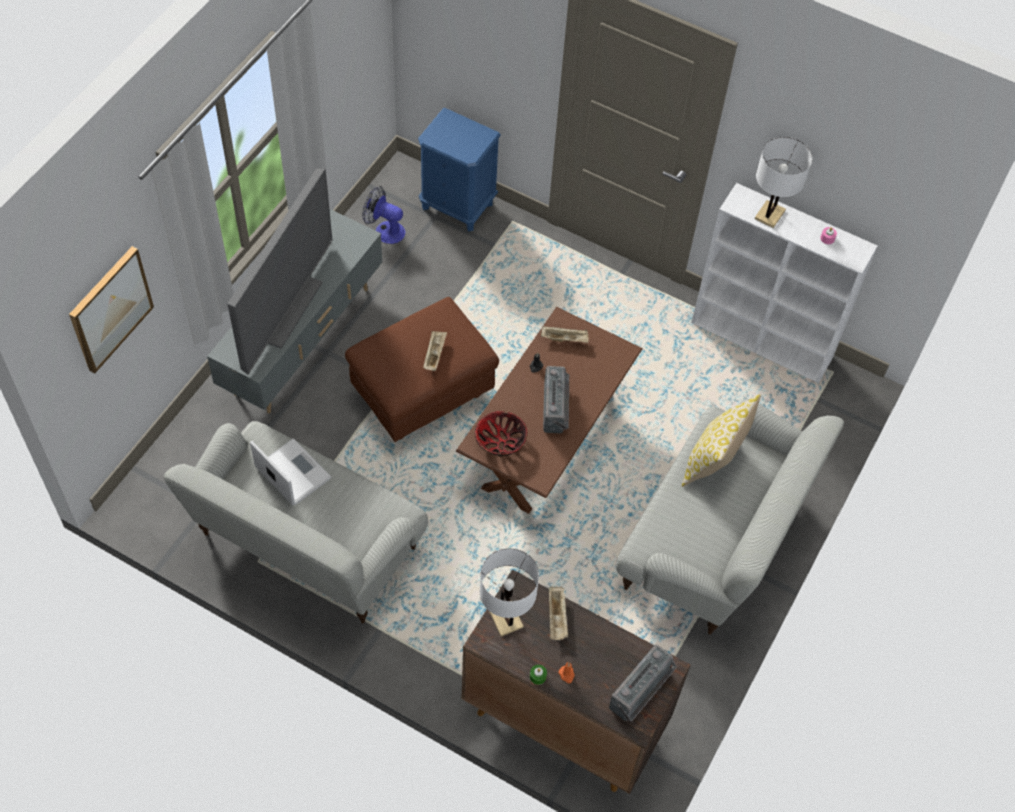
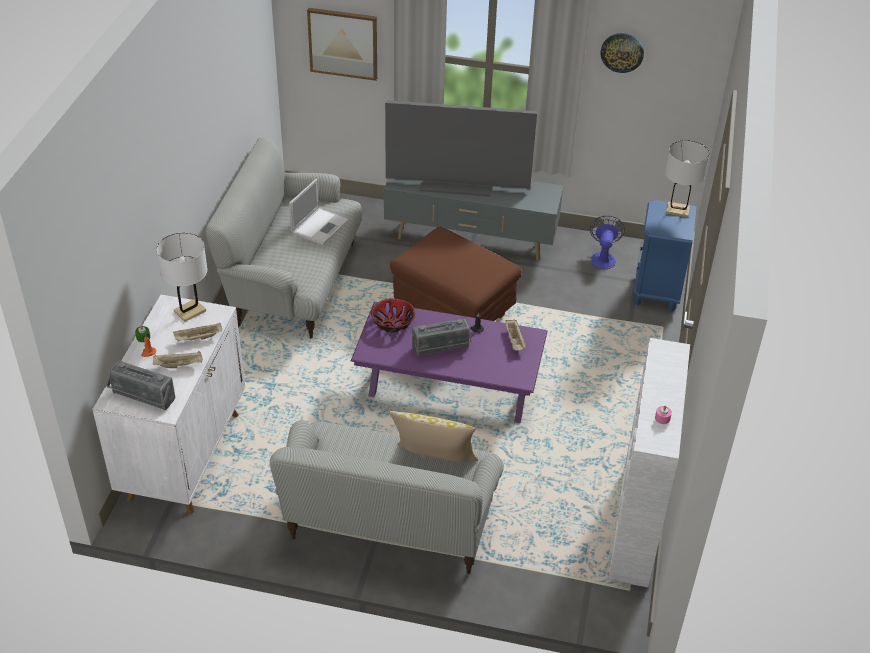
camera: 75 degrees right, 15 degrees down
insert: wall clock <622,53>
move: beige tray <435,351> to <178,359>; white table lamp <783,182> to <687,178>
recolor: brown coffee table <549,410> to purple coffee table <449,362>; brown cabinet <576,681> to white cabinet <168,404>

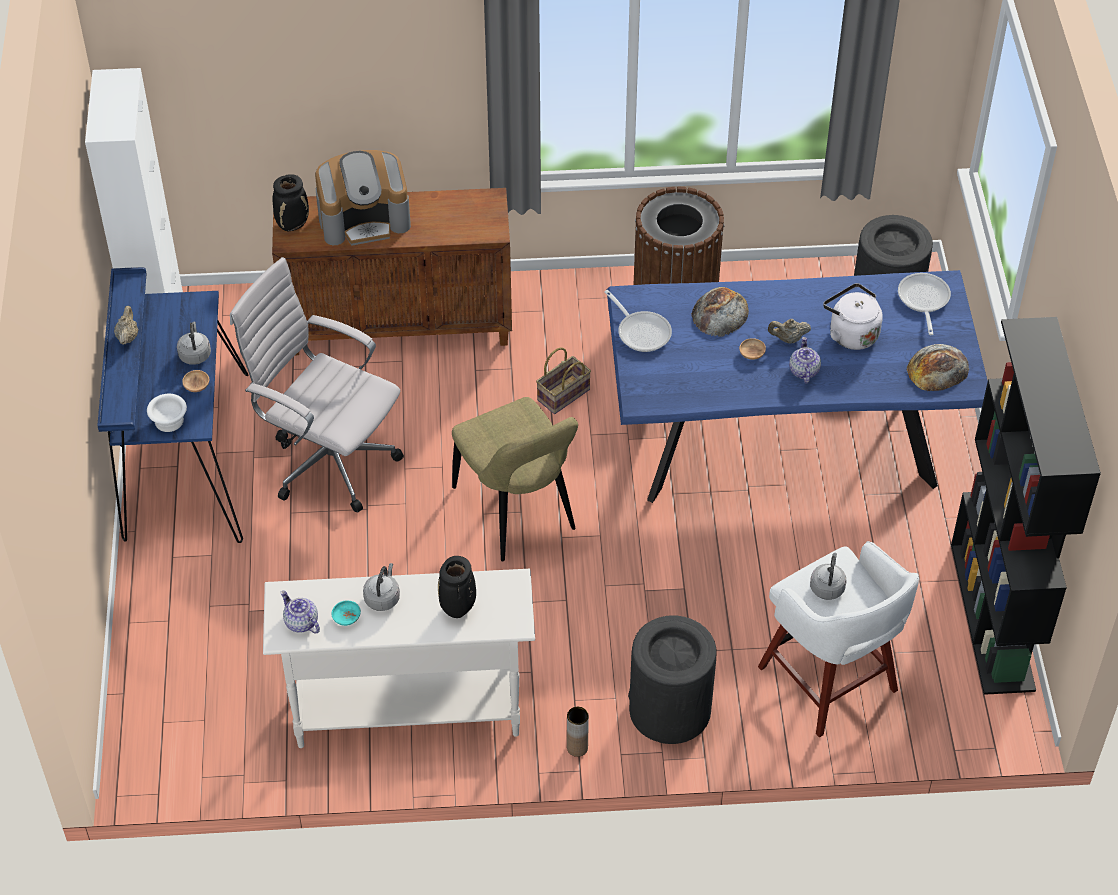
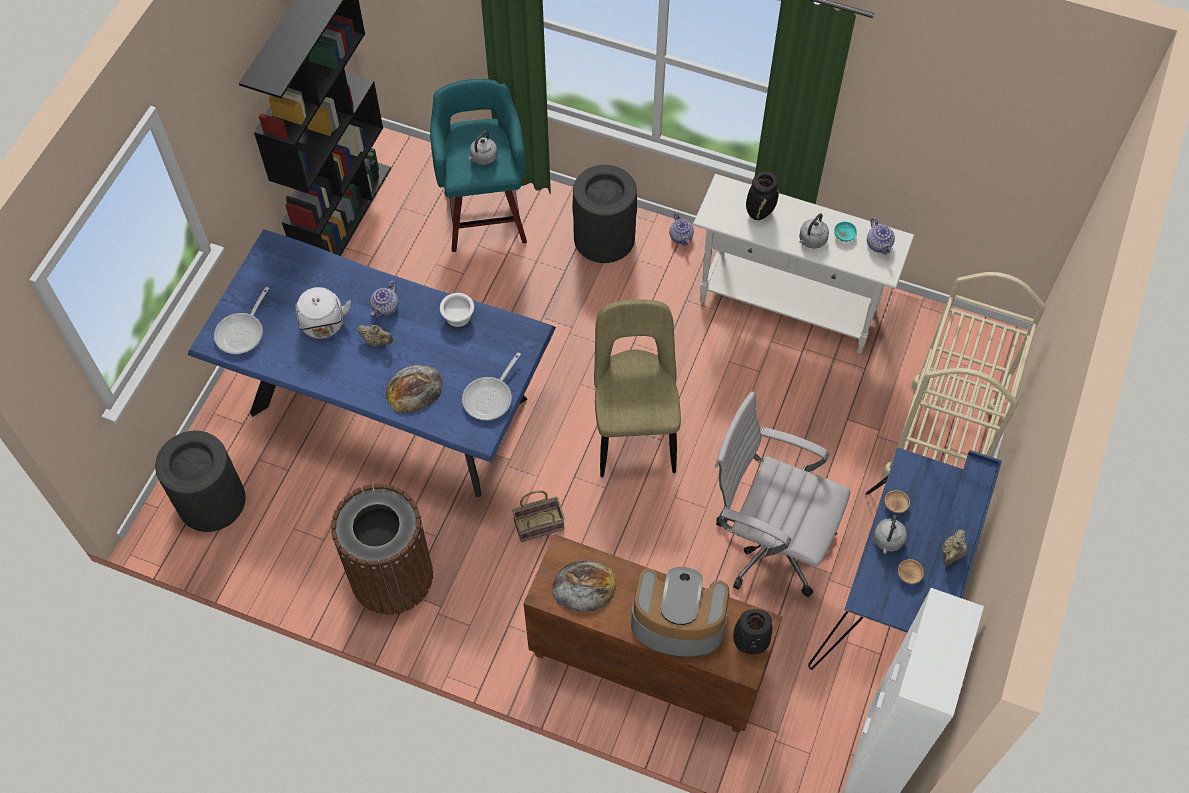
camera: 155 degrees left, 10 degrees up
insert: beige cart <964,374>
move: white bowl <167,413> to <457,310>; brown bowl <752,349> to <911,571>; bread <937,367> to <584,586>
replace: brown vase <578,732> to teapot <681,229>
recolor: white stool <838,639> to turquoise stool <478,165>
rotate: white office chair <317,385> = <782,494> 150 degrees clockwise; frying pan <638,321> = <491,386> 135 degrees counterclockwise

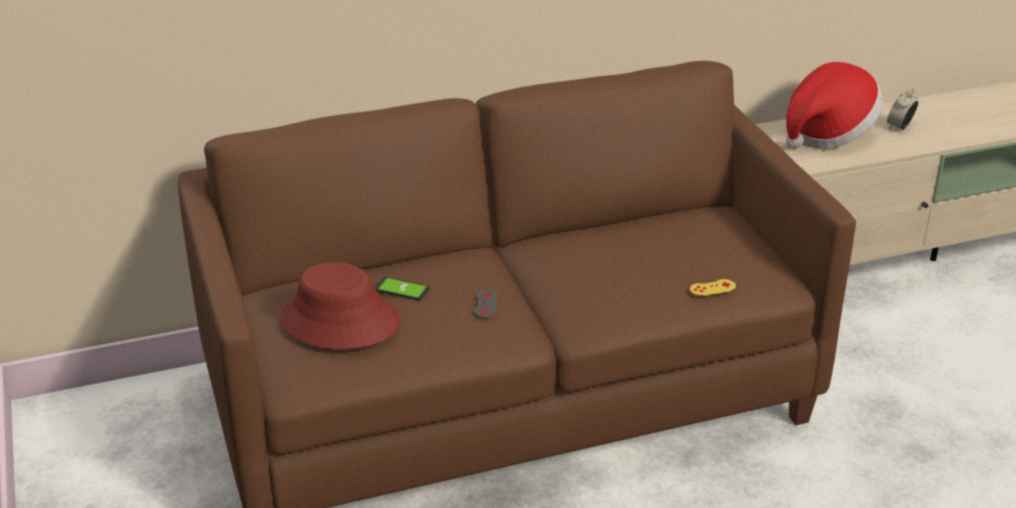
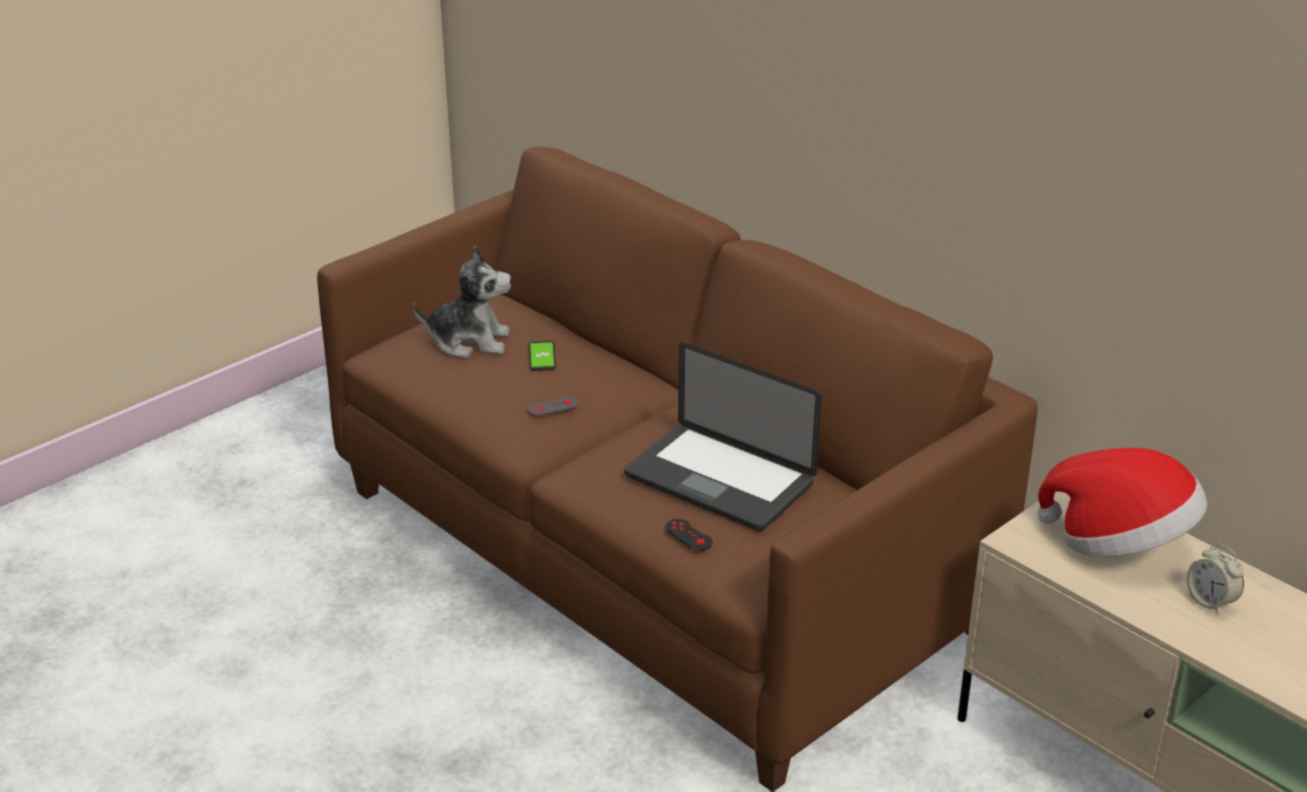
camera: 65 degrees right, 0 degrees up
insert: laptop <723,436>
replace: red hat <340,306> to plush toy <462,301>
recolor: yellow game controller <713,287> to black game controller <689,535>
rotate: alarm clock <902,109> = <1215,578> 135 degrees counterclockwise

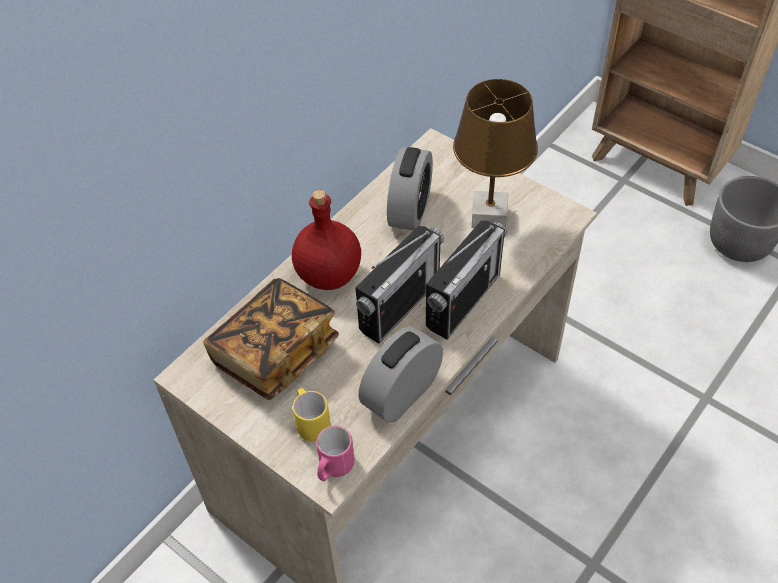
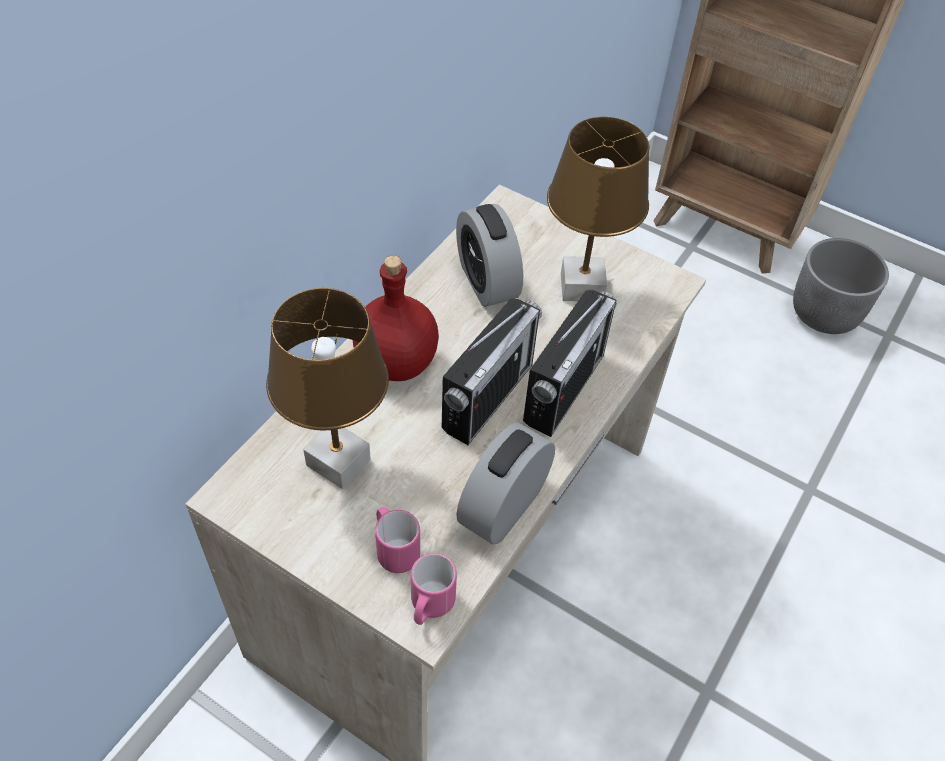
camera: 10 degrees left, 0 degrees up
replace: book <271,339> to brown table lamp <327,388>
recolor: yellow mug <312,414> to pink mug <397,540>
rotate: alarm clock <410,188> = <489,255> 150 degrees clockwise

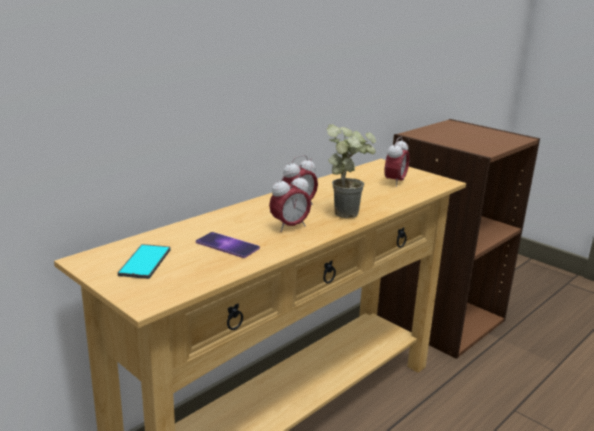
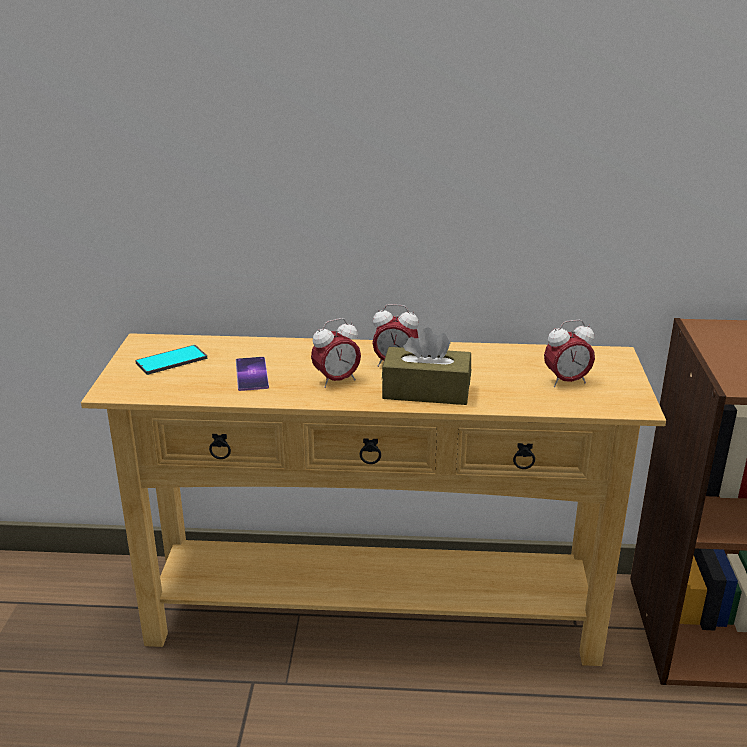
camera: 50 degrees right, 5 degrees up
replace: potted plant <351,171> to brown tissue box <426,366>
rotate: alarm clock <290,202> = <336,353> 45 degrees counterclockwise

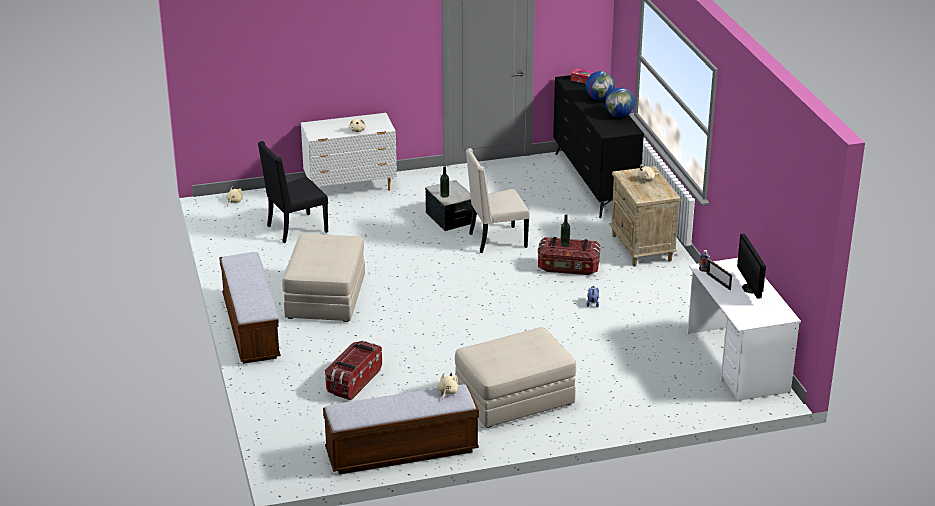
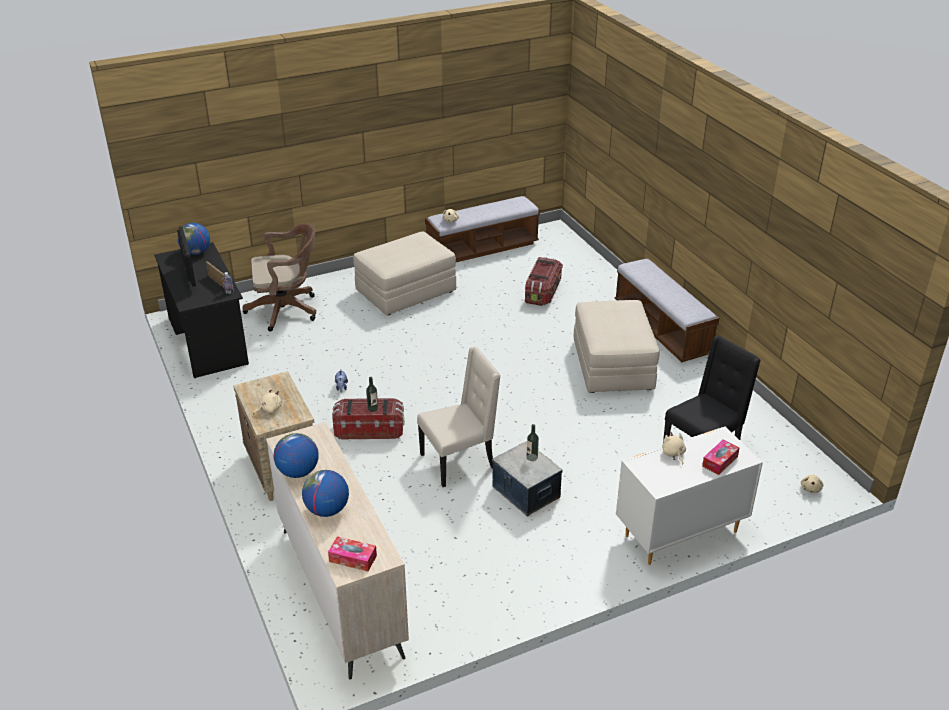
camera: 170 degrees right, 5 degrees up
insert: globe <193,239>; brown office chair <279,277>; tissue box <721,457>
recolor: black dresser <598,146> to beige dresser <337,550>; white desk <744,330> to black desk <201,310>

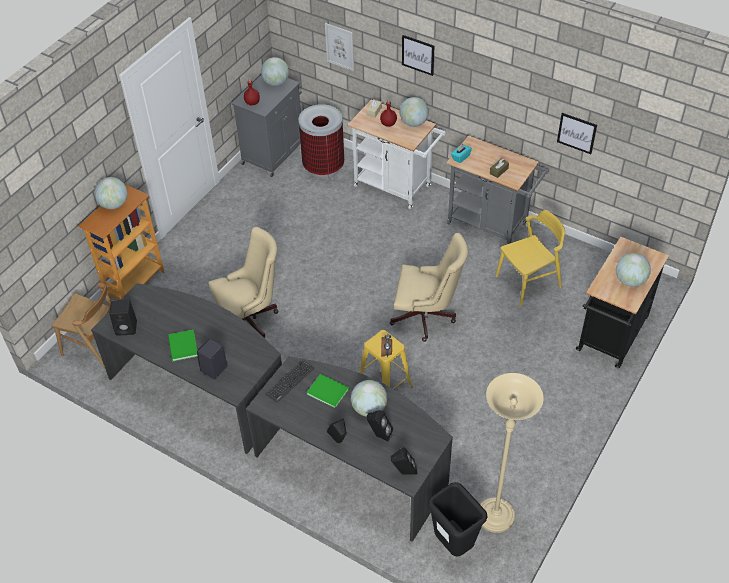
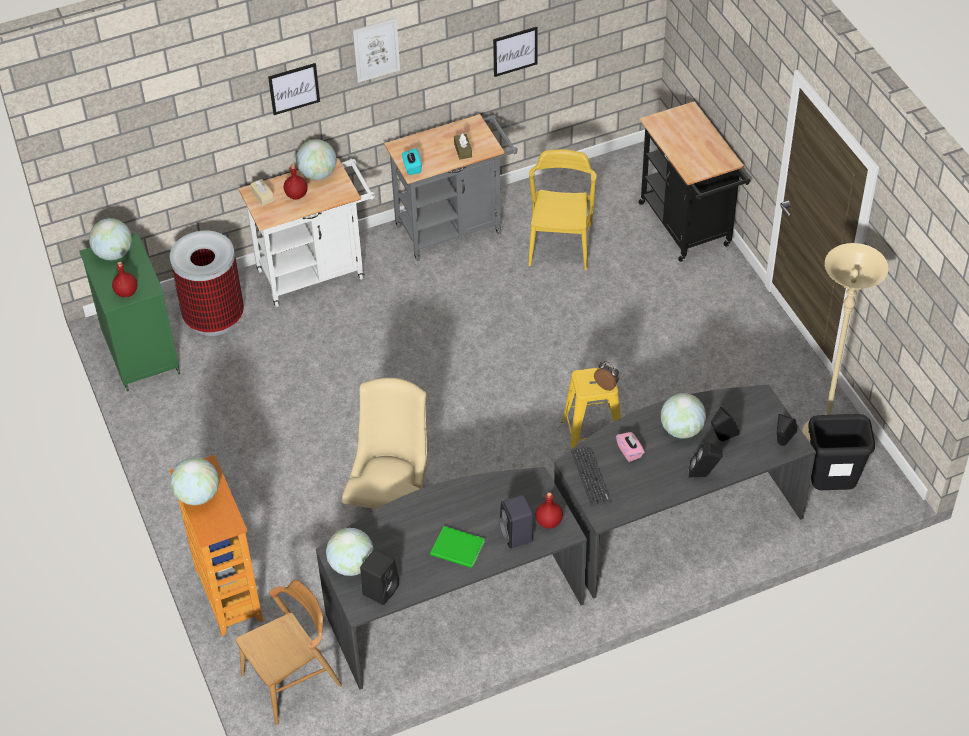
camera: 55 degrees left, 0 degrees up
delete: beige office chair <429,287>
insert: red bottle <549,510>
move: picture <339,47> to <376,50>; globe <633,270> to <350,552>
replace: green book <327,391> to pink tissue box <630,447>
recolor: grey cabinet <266,126> to green cabinet <129,312>

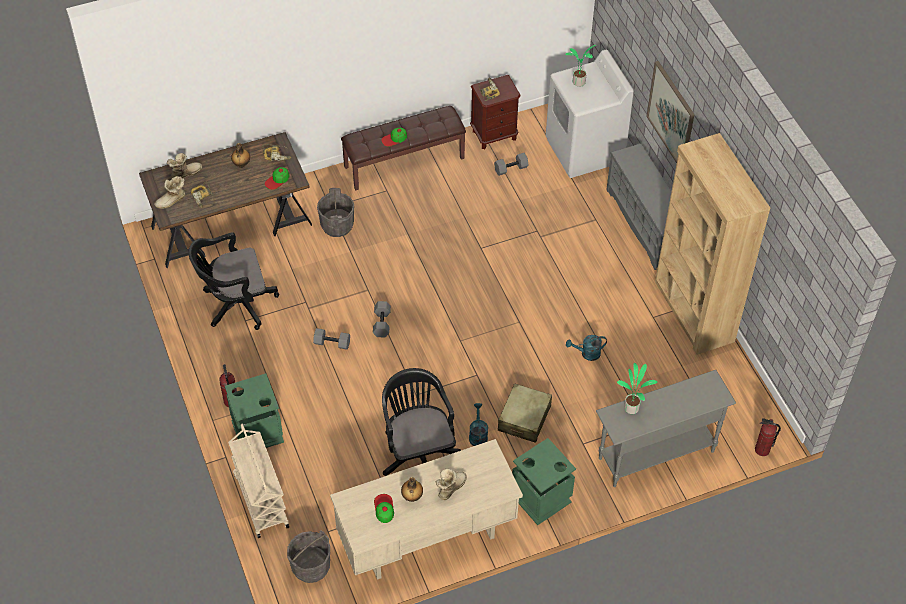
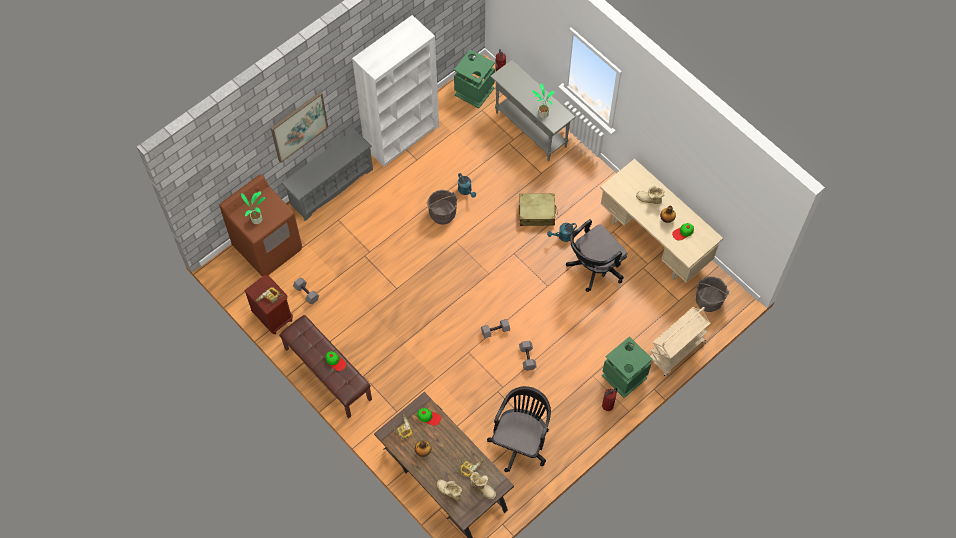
camera: 110 degrees left, 10 degrees up
move: grey bucket <335,212> to <441,207>; green trash can <544,481> to <474,78>
recolor: white washing machine <590,114> to brown washing machine <260,225>; brown bookcase <712,244> to white bookcase <395,91>
rotate: black office chair <234,281> = <519,429> 120 degrees counterclockwise

